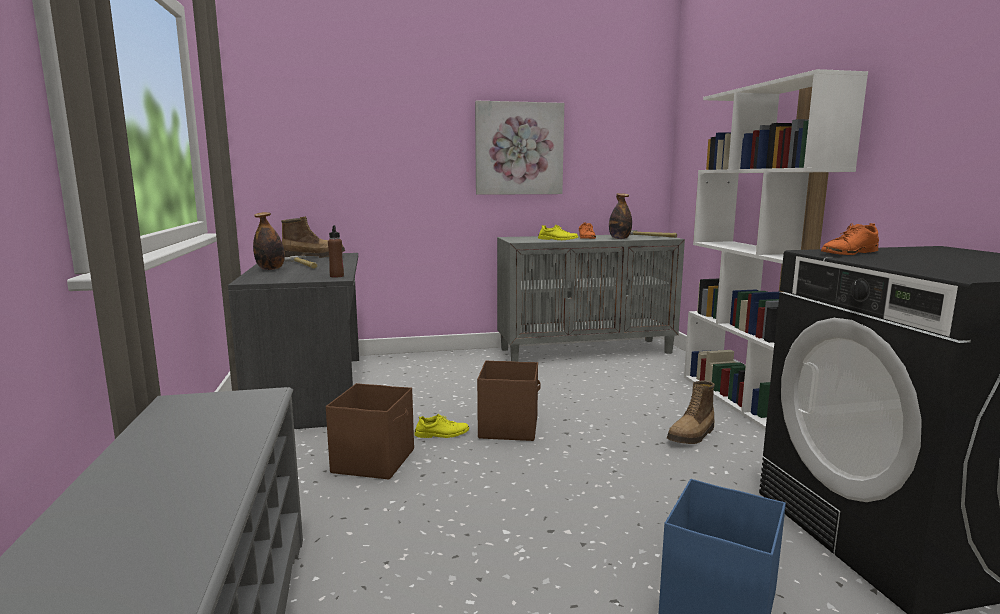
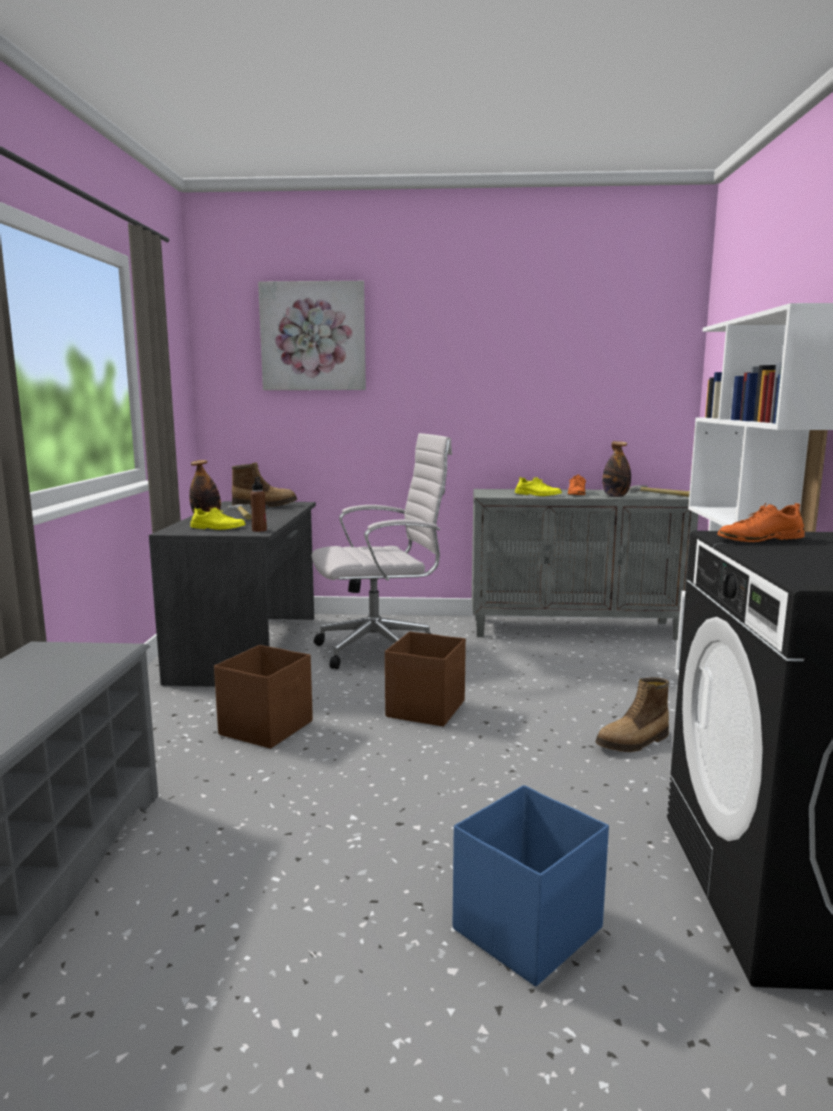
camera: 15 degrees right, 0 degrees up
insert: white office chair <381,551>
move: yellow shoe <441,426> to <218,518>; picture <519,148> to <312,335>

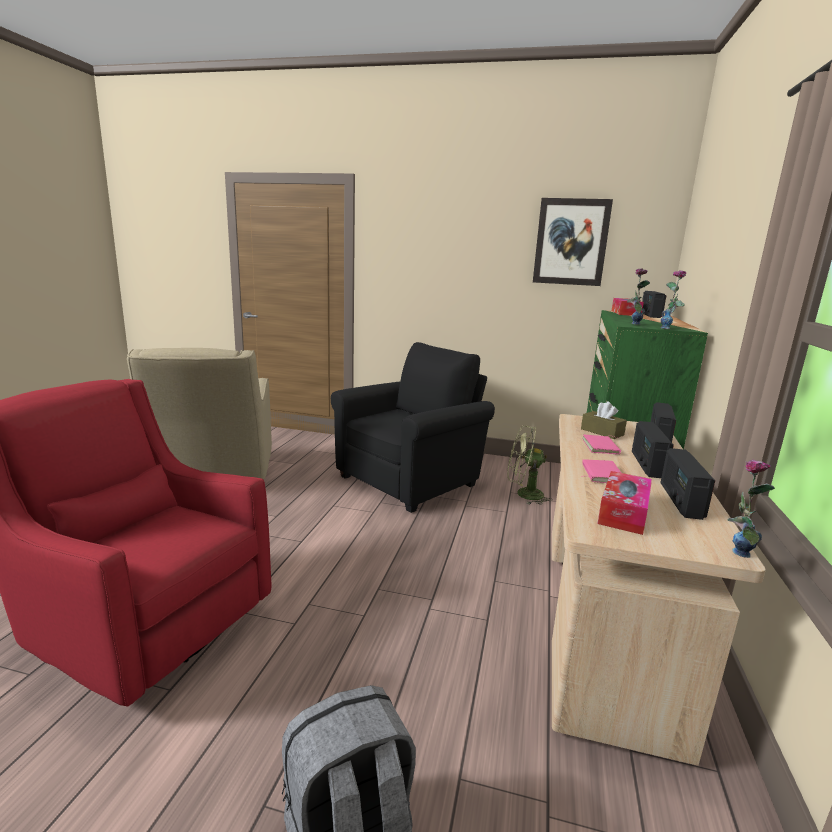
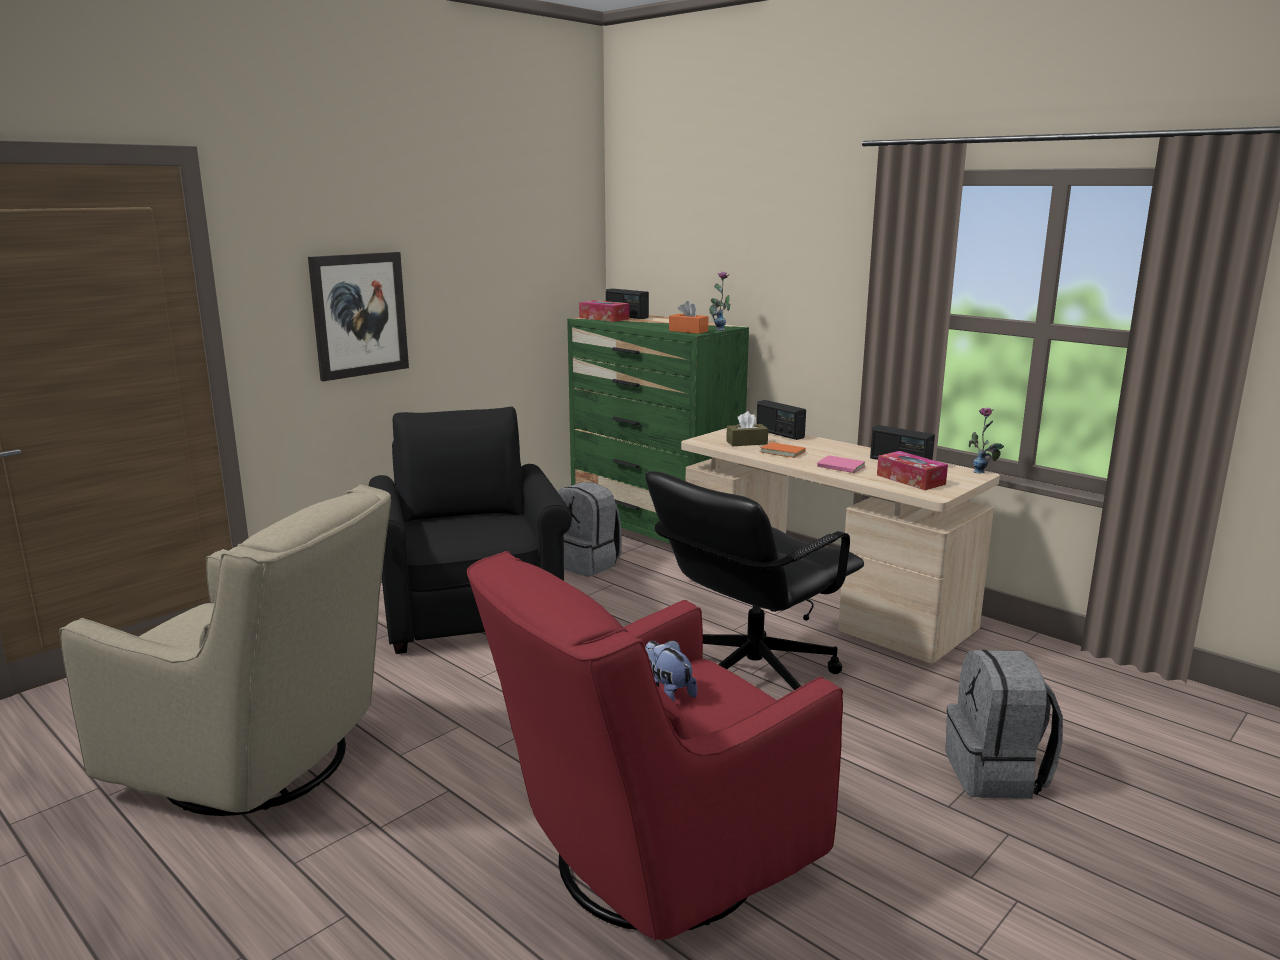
camera: 60 degrees left, 0 degrees up
delete: radio <653,449>
insert: black office chair <754,580>; plush toy <671,671>
move: picture <573,242> to <358,316>
replace: green fan <530,465> to grey backpack <589,529>; vase <638,296> to orange tissue box <688,317>
recolor: pink book <602,444> to orange book <783,449>

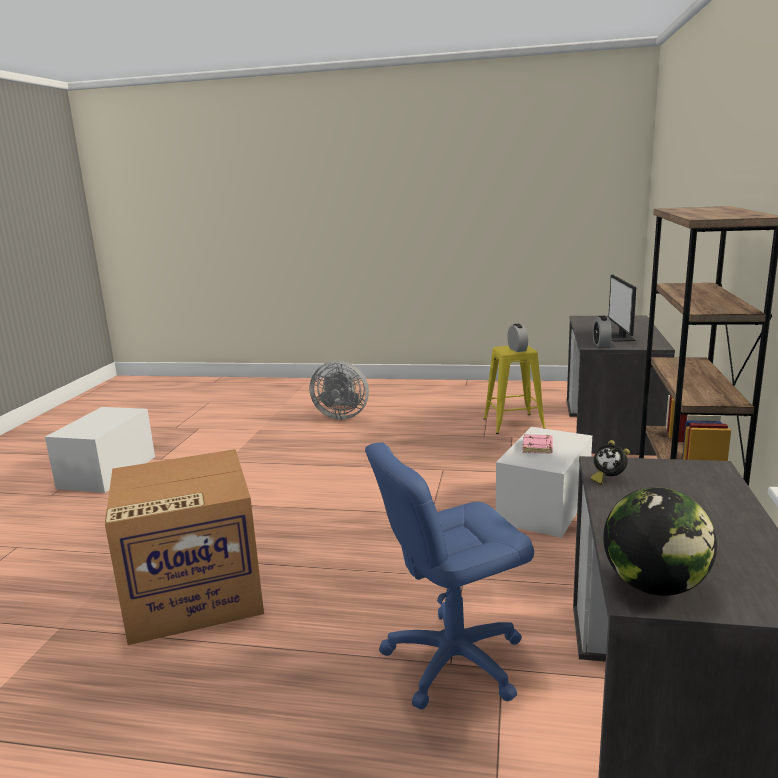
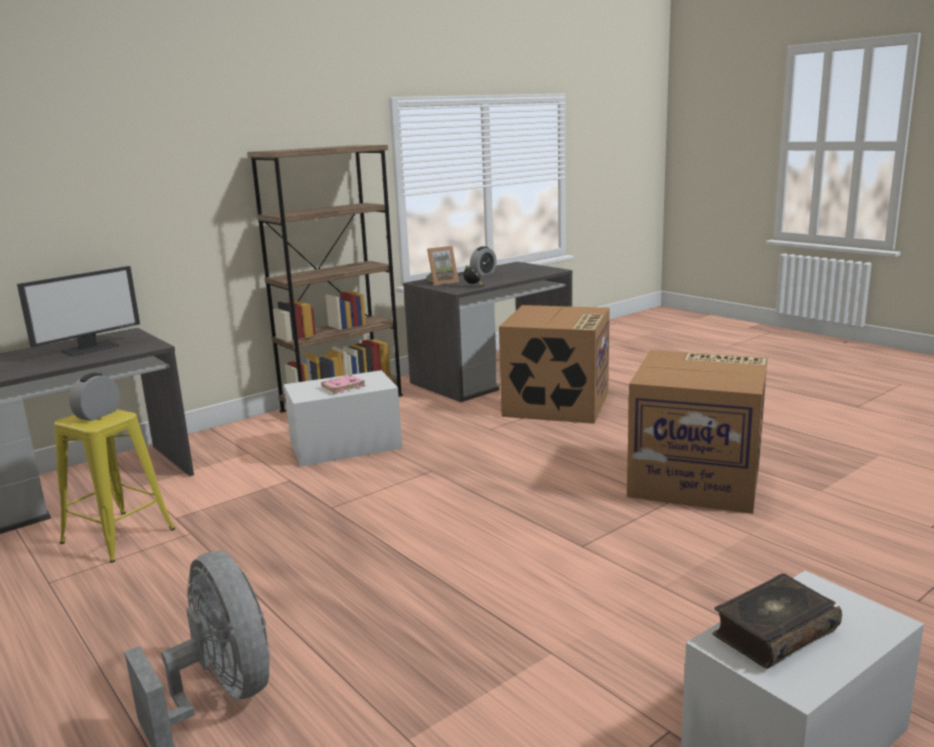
camera: 140 degrees left, 0 degrees up
delete: globe <660,541>
insert: picture frame <442,266>; book <777,621>
move: alarm clock <602,331> to <483,261>
replace: blue office chair <449,576> to cardboard box <554,364>

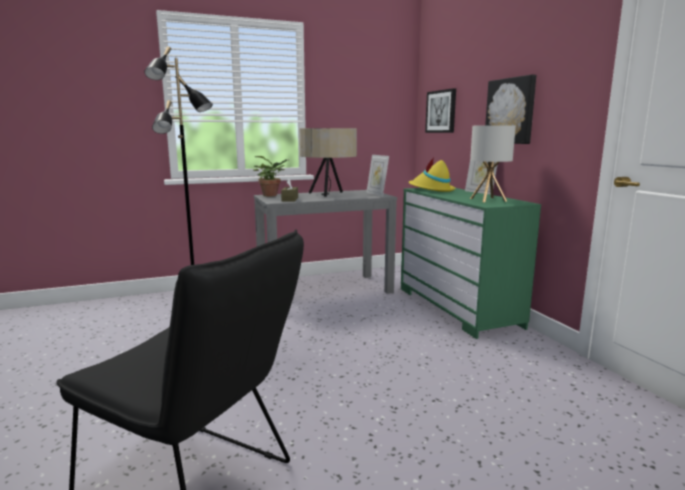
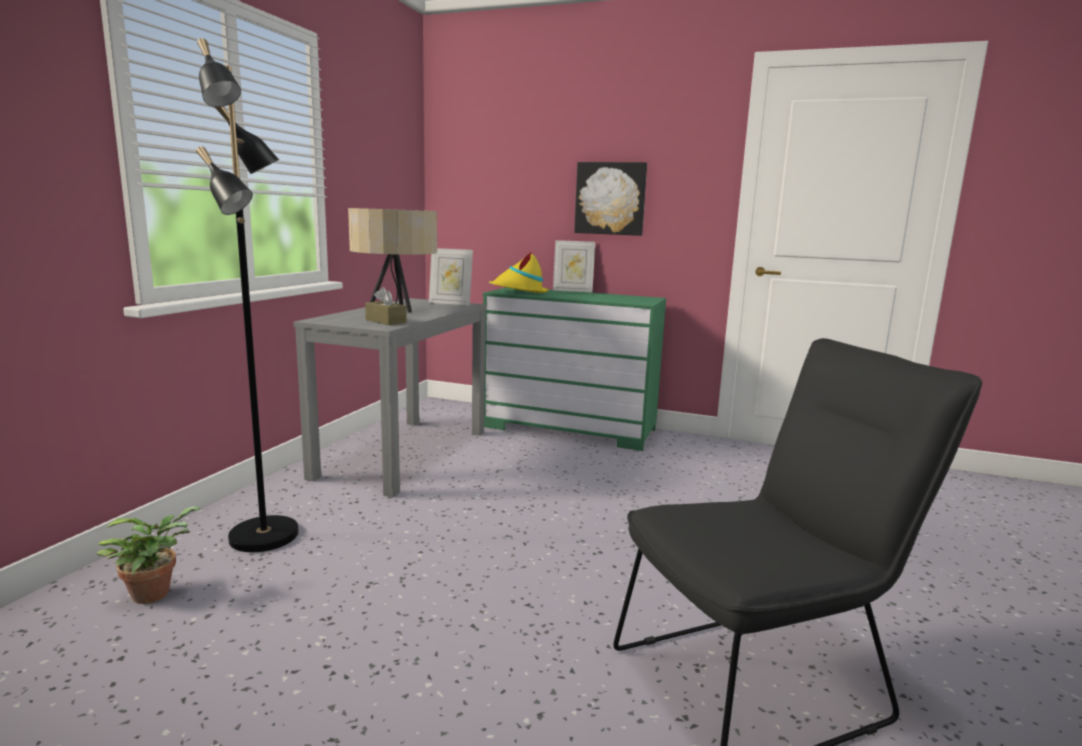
camera: 50 degrees left, 0 degrees up
delete: picture <440,110>; table lamp <493,163>
move: potted plant <271,176> to <148,555>

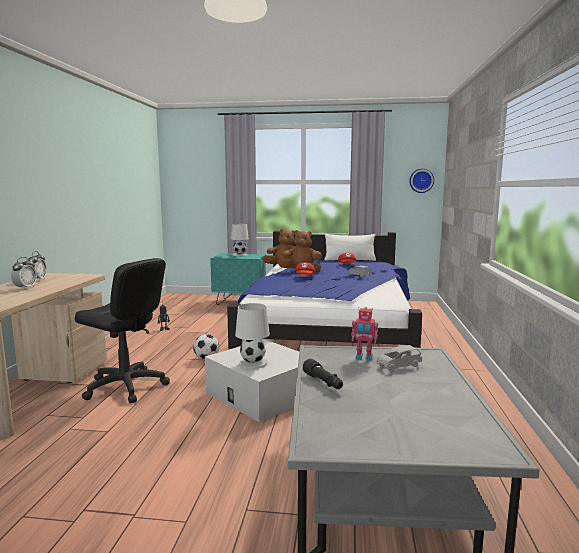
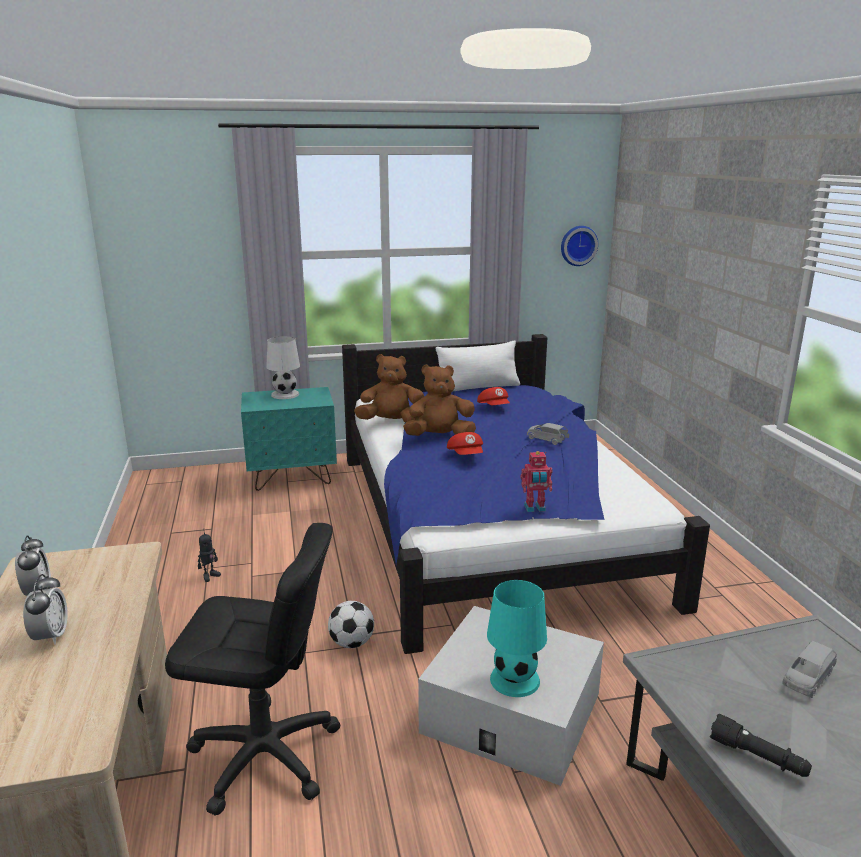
camera: 20 degrees left, 10 degrees up
move: toy robot <364,333> to <537,481>
recolor: white table lamp <252,336> to turquoise table lamp <517,638>

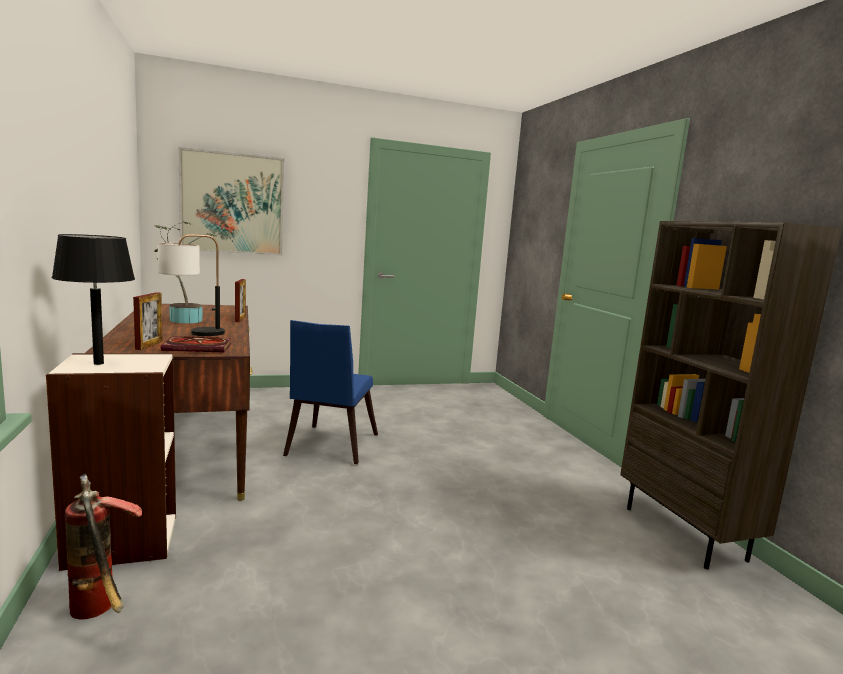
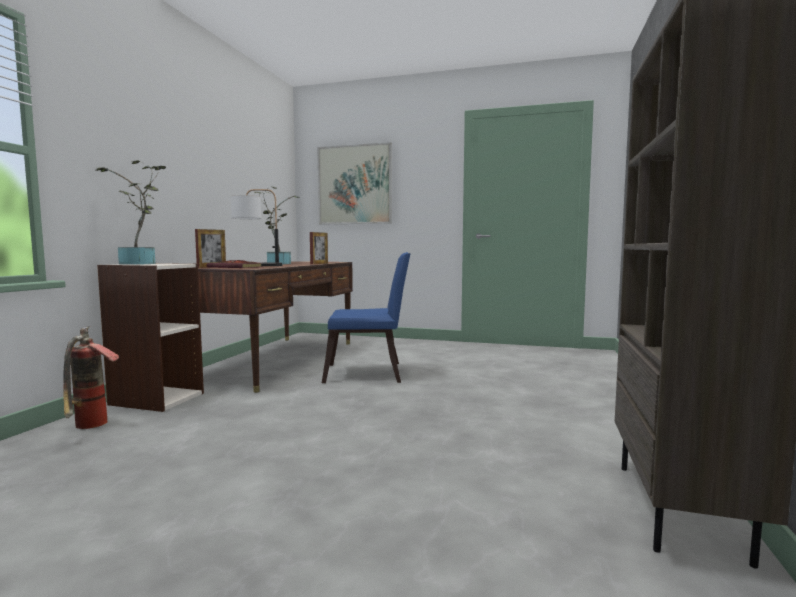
camera: 35 degrees right, 5 degrees down
replace: black table lamp <93,299> to potted plant <131,212>
rotate: blue chair <330,392> = <366,317> 135 degrees counterclockwise

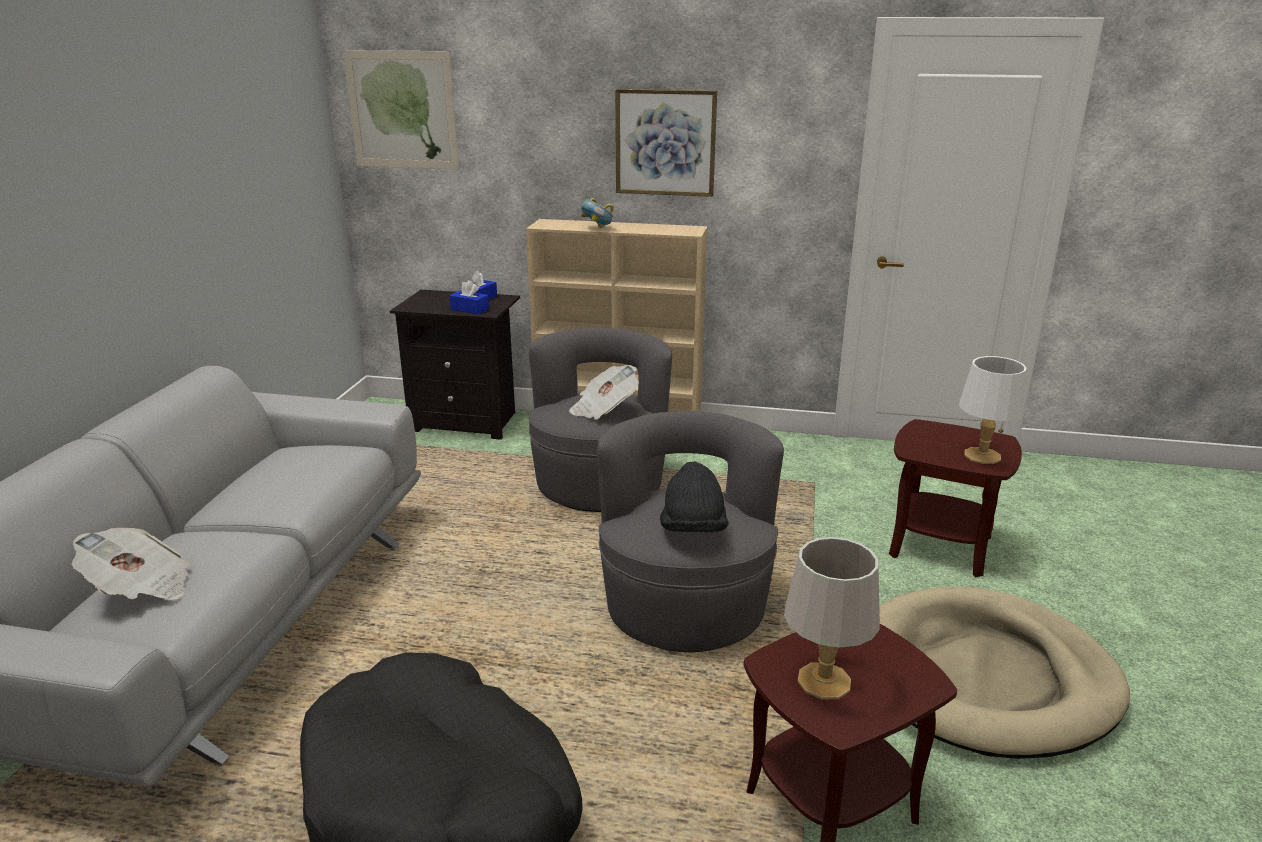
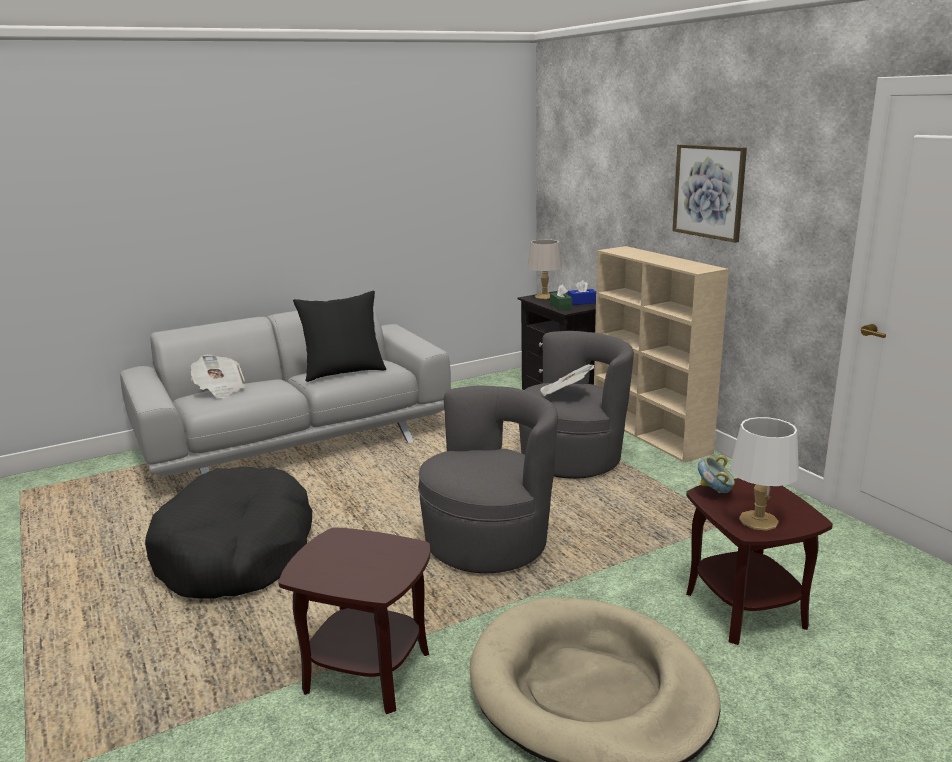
camera: 50 degrees right, 5 degrees down
delete: picture <401,110>; black hat <694,496>
insert: black pillow <339,336>
move: bowl <597,213> to <716,474>; grey table lamp <832,618> to <545,269>
recolor: blue tissue box <469,297> to green tissue box <561,297>

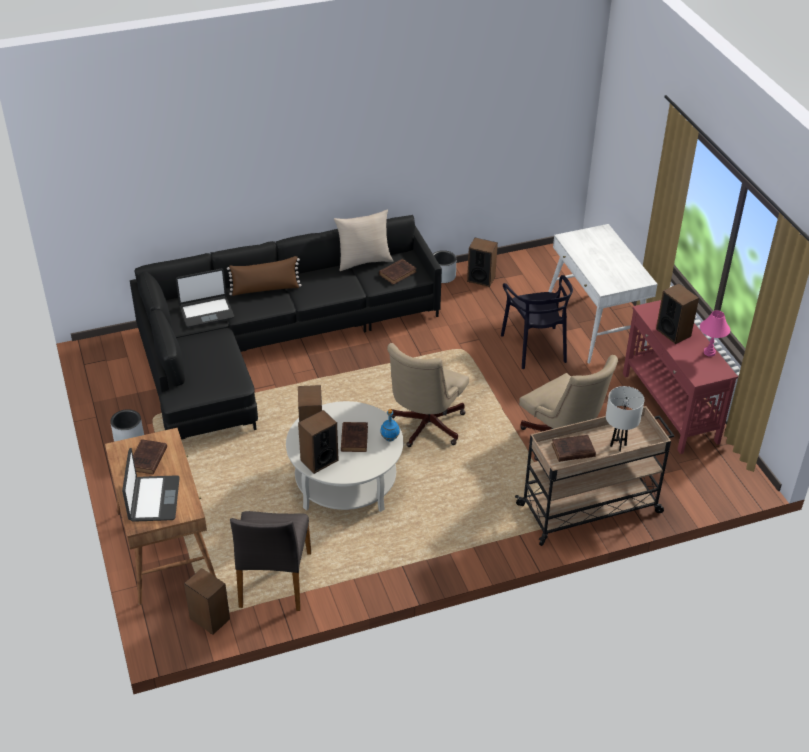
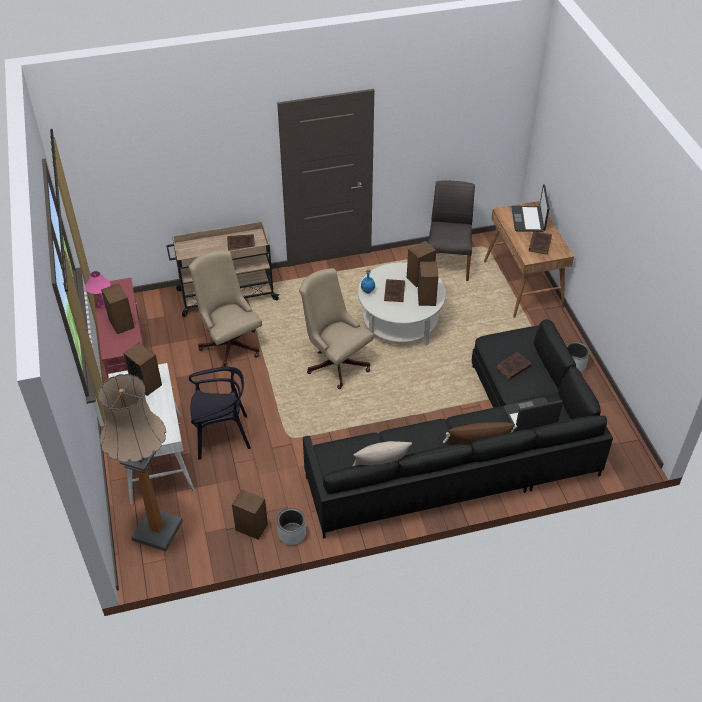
camera: 175 degrees left, 5 degrees up
delete: white table lamp <625,419>
insert: floor lamp <140,462>
move: speaker <207,601> to <142,369>; brown book <398,272> to <514,366>
rotate: beige office chair <428,395> = <336,328> 75 degrees counterclockwise; black chair <537,322> = <220,413> 90 degrees clockwise

